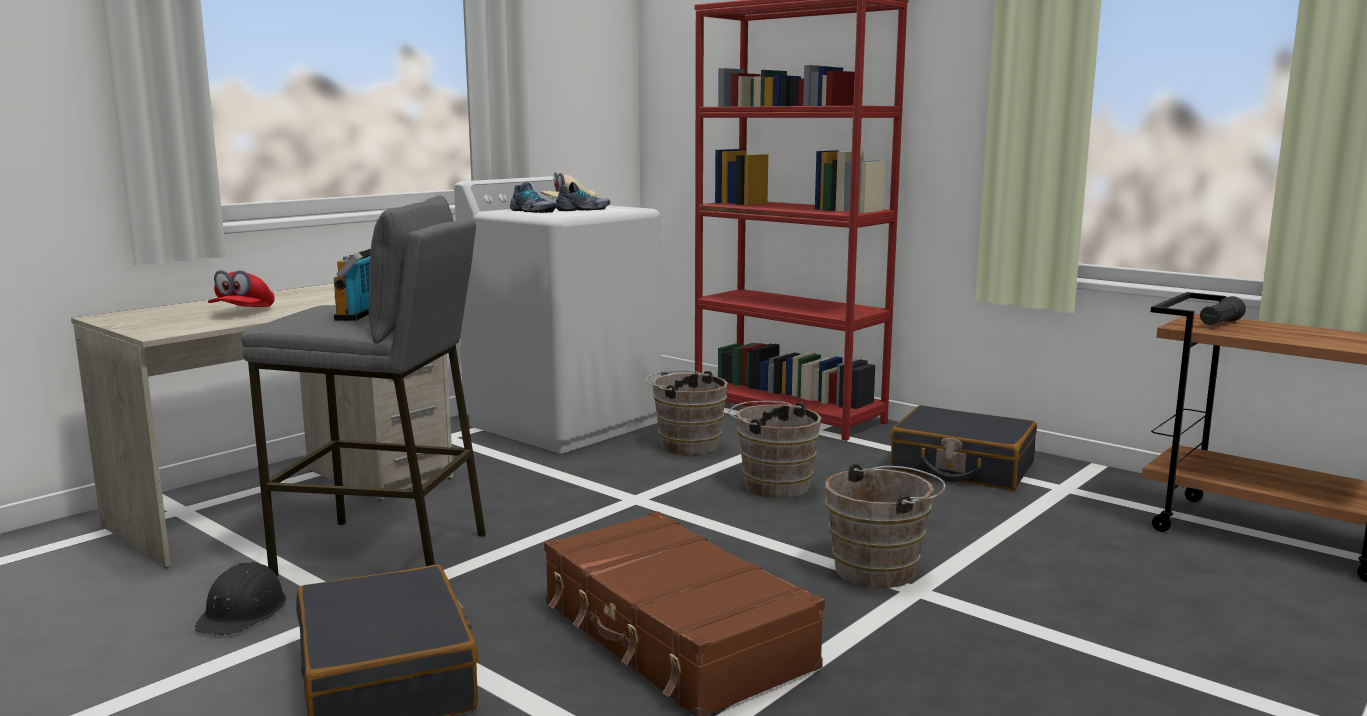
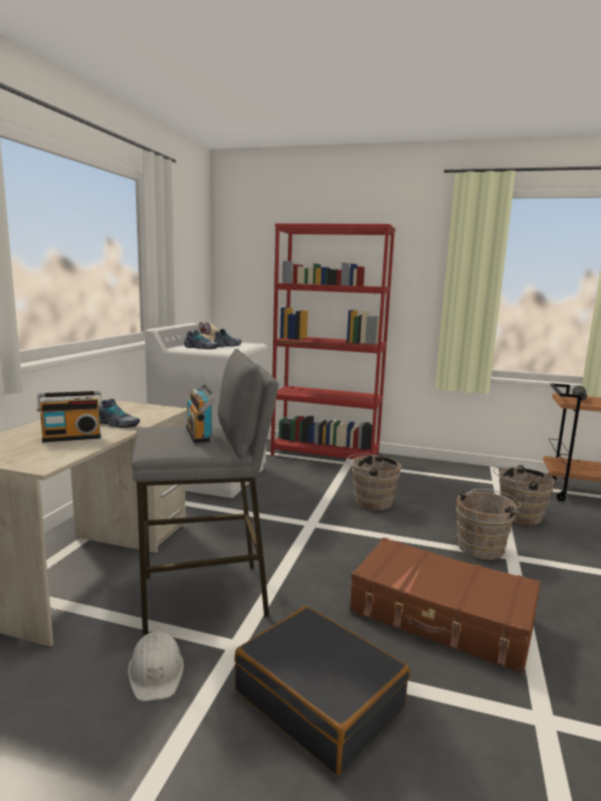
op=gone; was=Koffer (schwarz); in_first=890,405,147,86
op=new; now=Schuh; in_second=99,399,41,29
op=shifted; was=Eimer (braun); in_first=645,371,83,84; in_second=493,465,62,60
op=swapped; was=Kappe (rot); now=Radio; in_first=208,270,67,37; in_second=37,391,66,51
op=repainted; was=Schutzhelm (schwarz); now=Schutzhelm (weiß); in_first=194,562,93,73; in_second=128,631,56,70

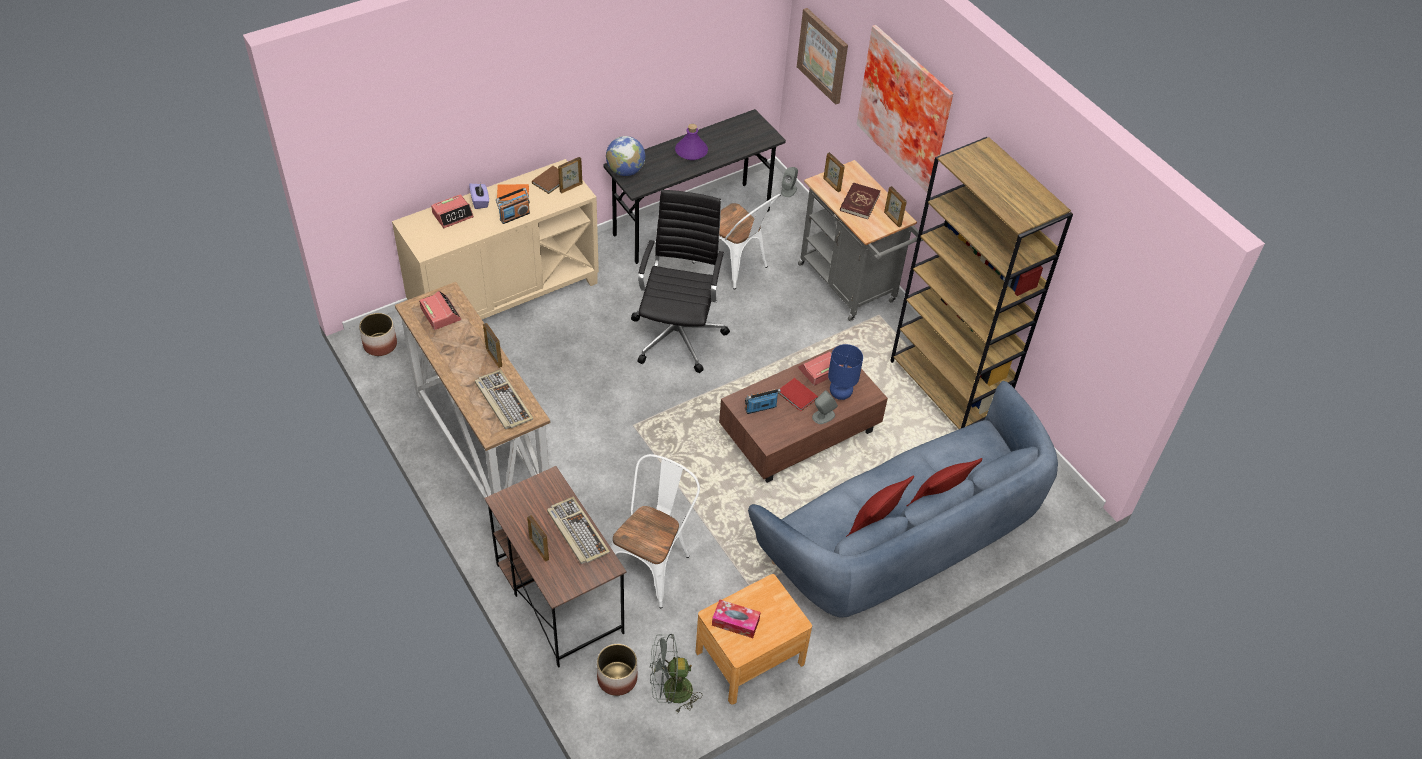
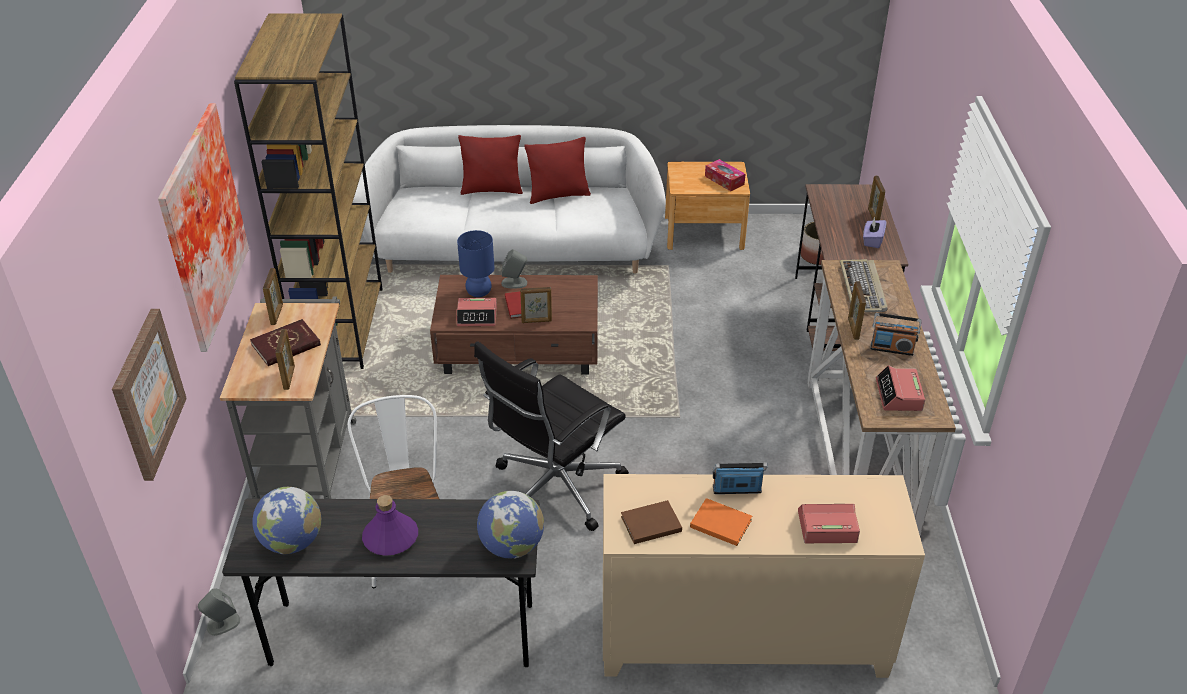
op=gone; was=Pflanzkübel; in_first=359,313,38,43
op=gone; was=Tastatur; in_first=547,497,63,67
op=gone; was=Stuhl (weiß); in_first=611,454,89,154
op=gone; was=Ventilator (grau); in_first=650,634,52,79
op=new; now=Globus; in_second=252,487,69,67
op=shifted; was=Taschentuchbox (lila); in_first=469,183,20,26; in_second=863,216,23,32
op=shifted; was=Bilderrahmen; in_first=558,157,25,37; in_second=520,287,32,36
op=shifted; was=Radio; in_first=745,389,36,25; in_second=870,313,52,43
op=repainted; was=Sofa (blau); now=Sofa (weiß); in_first=748,381,310,237; in_second=353,125,313,149

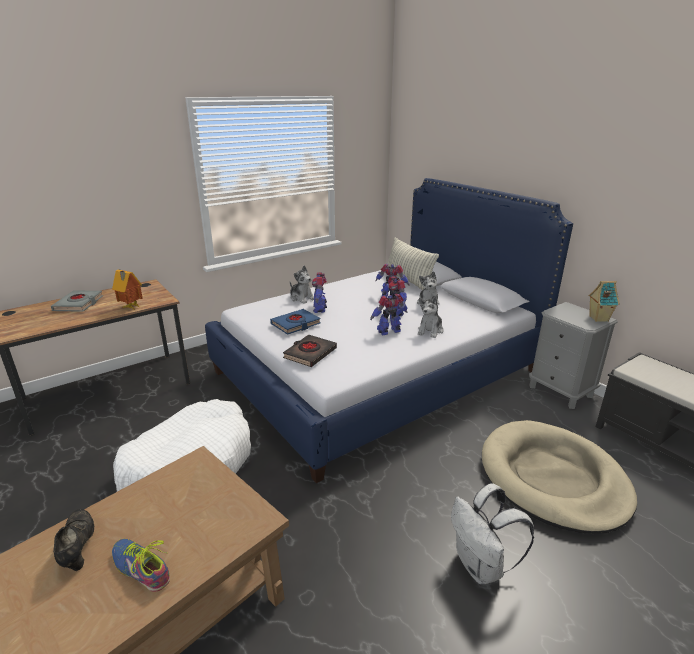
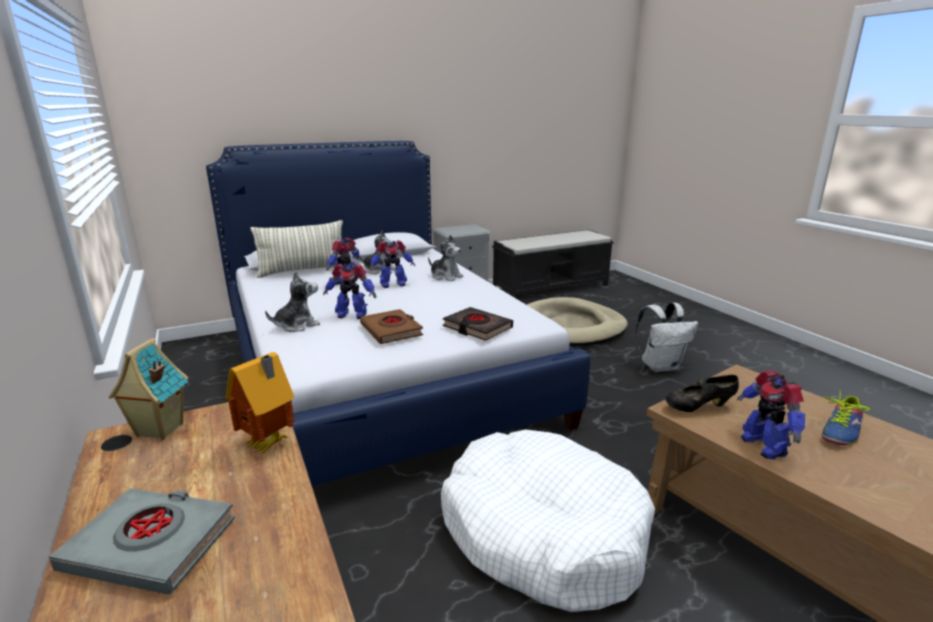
op=shifted; was=Schuh (schwarz); in_first=53,509,41,62; in_second=665,374,74,38
op=shifted; was=Spielzeugroboter; in_first=370,293,38,42; in_second=737,370,68,89
op=shifted; was=Spielzeughaus; in_first=588,281,32,41; in_second=108,338,81,102
op=repainted; was=Buch (blau); now=Buch (braun); in_first=270,309,51,26; in_second=360,309,63,35

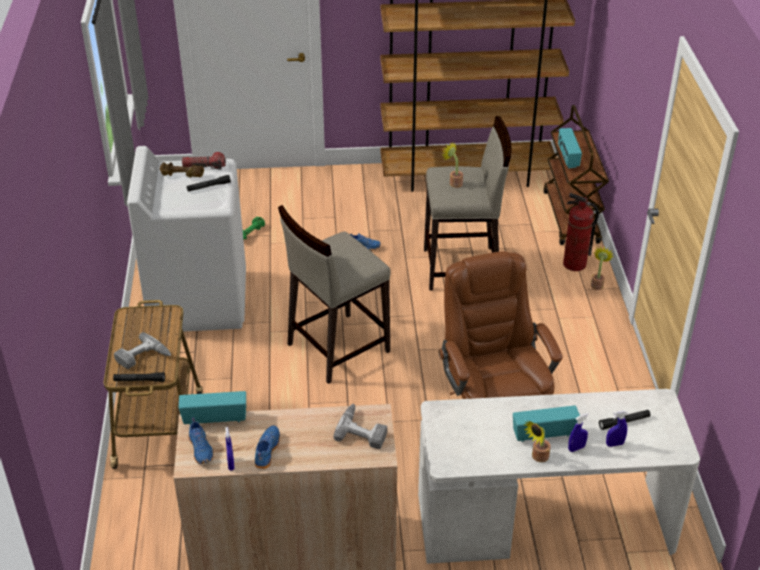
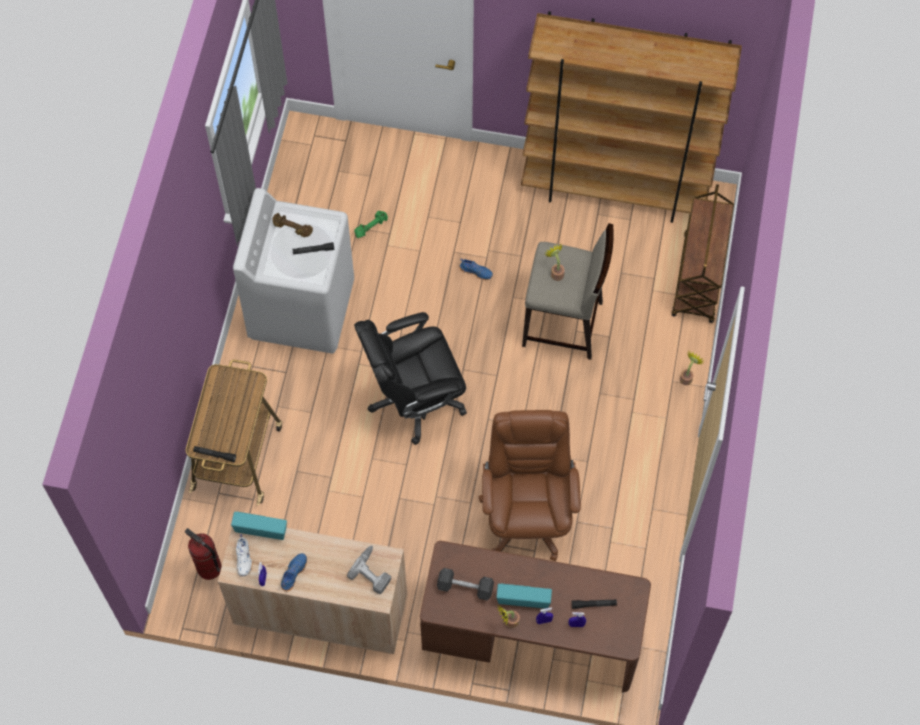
op=gone; was=Bohrmaschine; in_first=114,332,57,37
op=gone; was=Taschenlampe; in_first=182,152,44,18
op=gone; was=Radio; in_first=558,128,24,40
op=new; now=Hantel (schwarz); in_second=437,568,57,32
op=shifted; was=Feuerlöscher; in_first=563,193,36,78; in_second=185,528,37,52
op=swapped; was=Hocker (beige); now=Bürostuhl (schwarz); in_first=278,205,113,179; in_second=354,312,113,133
op=repainted; was=Schuh (blau); now=Schuh (weiß); in_first=188,417,26,47; in_second=236,534,16,42
op=repainted; was=Schreibtisch (weiß); now=Schreibtisch (braun); in_first=418,389,282,175; in_second=420,541,231,151

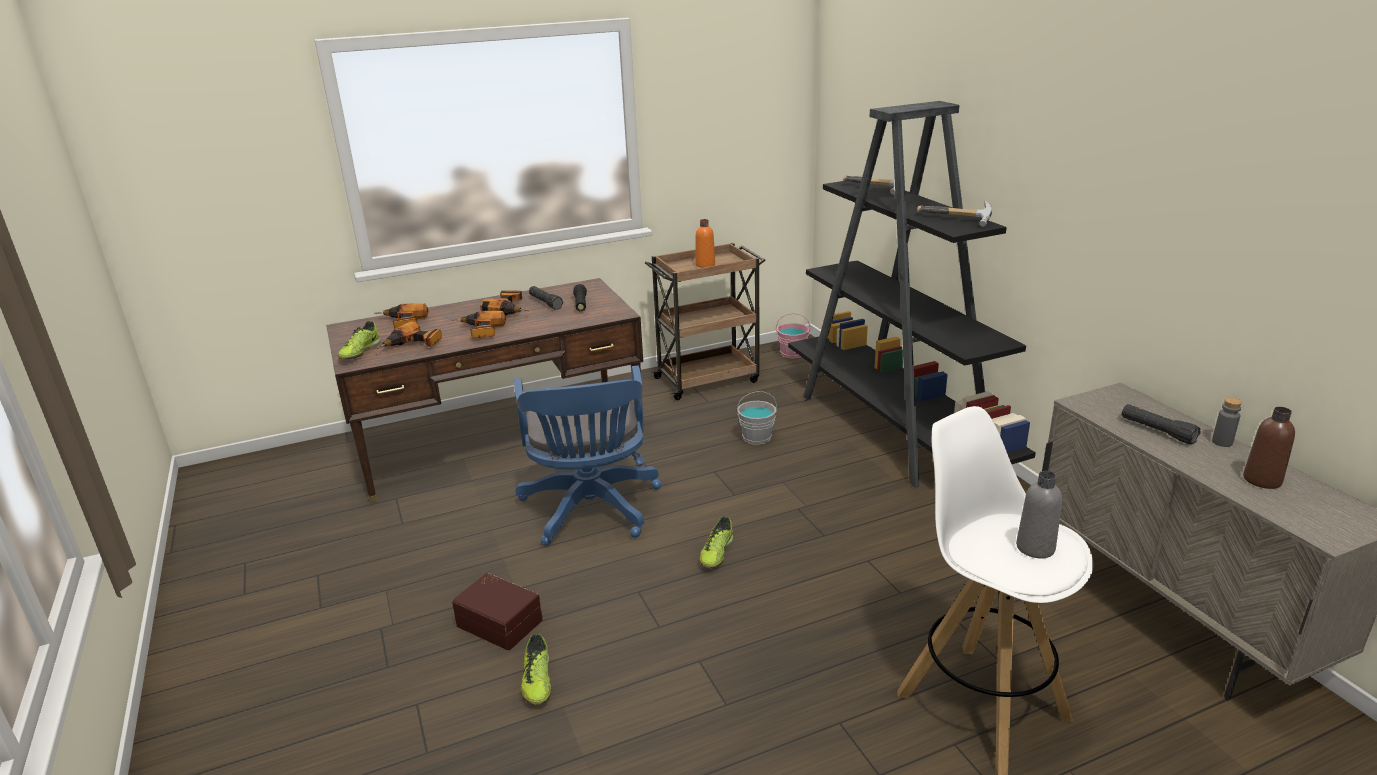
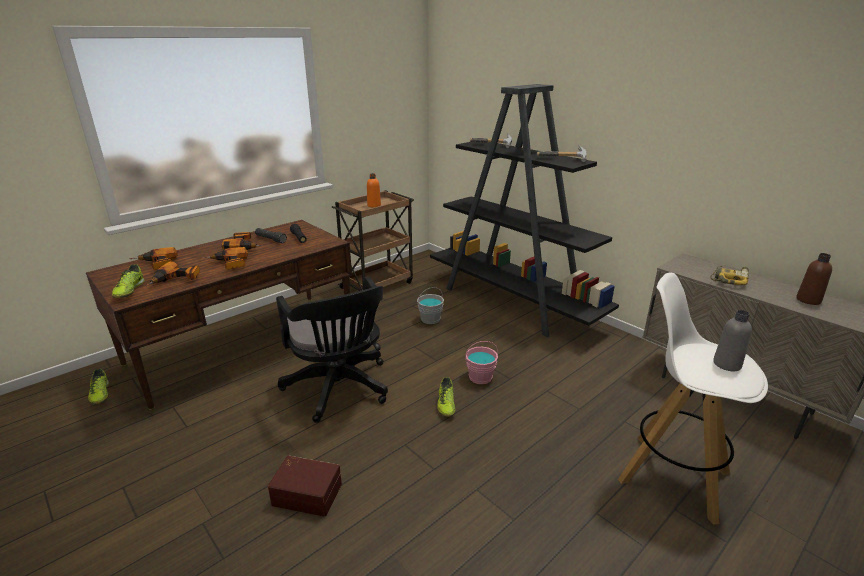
op=gone; was=Flasche (grau); in_first=1212,398,30,49
op=shifted; was=Schuh; in_first=521,634,30,71; in_second=88,369,21,35
op=shifted; was=Eimer (rosa); in_first=776,313,34,45; in_second=465,341,33,43
op=swapped; was=Taschenlampe (schwarz); now=Bohrmaschine; in_first=1122,404,79,40; in_second=711,266,38,19
op=repainted; was=Bürostuhl (blau); now=Bürostuhl (schwarz); in_first=514,366,147,180; in_second=276,276,112,147

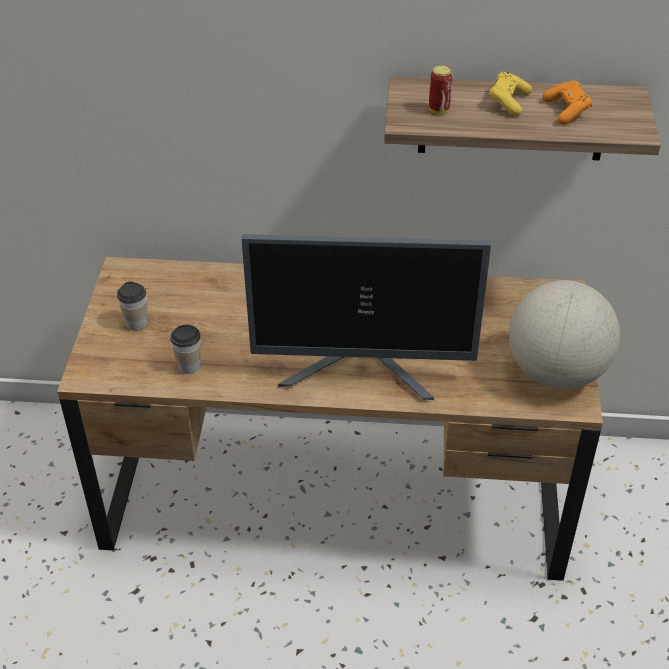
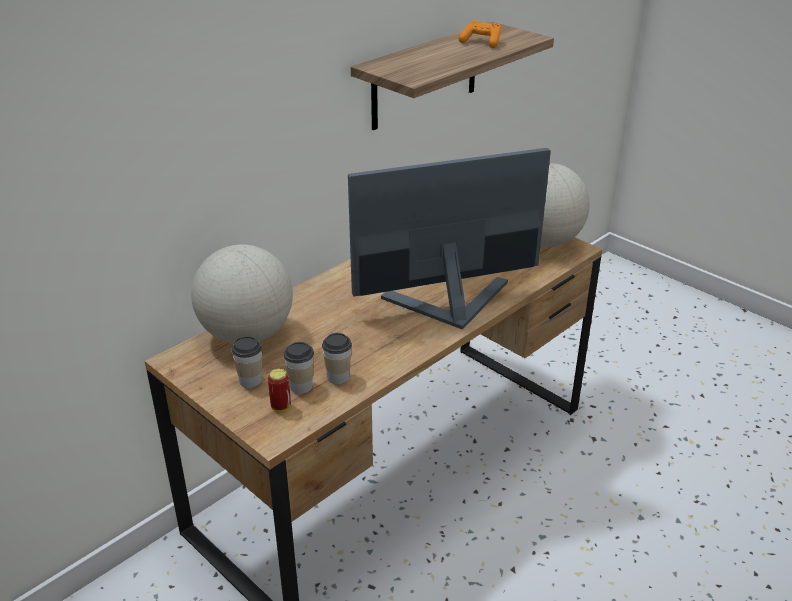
op=gone; was=Gamepad (gelb); in_first=488,72,44,44
op=new; now=Globus; in_second=191,244,102,100
op=new; now=Tasse; in_second=284,342,30,52
op=shifted; was=Dose; in_first=429,66,23,48; in_second=268,369,23,43
op=rotated; was=Monitor; in_first=242,234,249,166; in_second=348,148,203,182; clockwise=-150

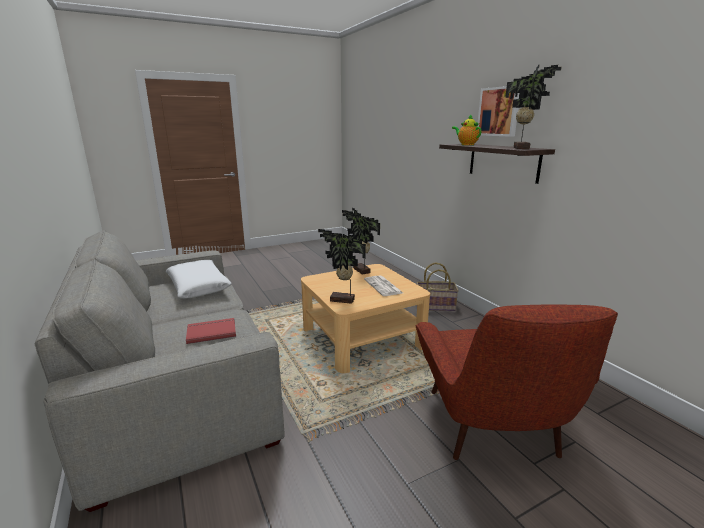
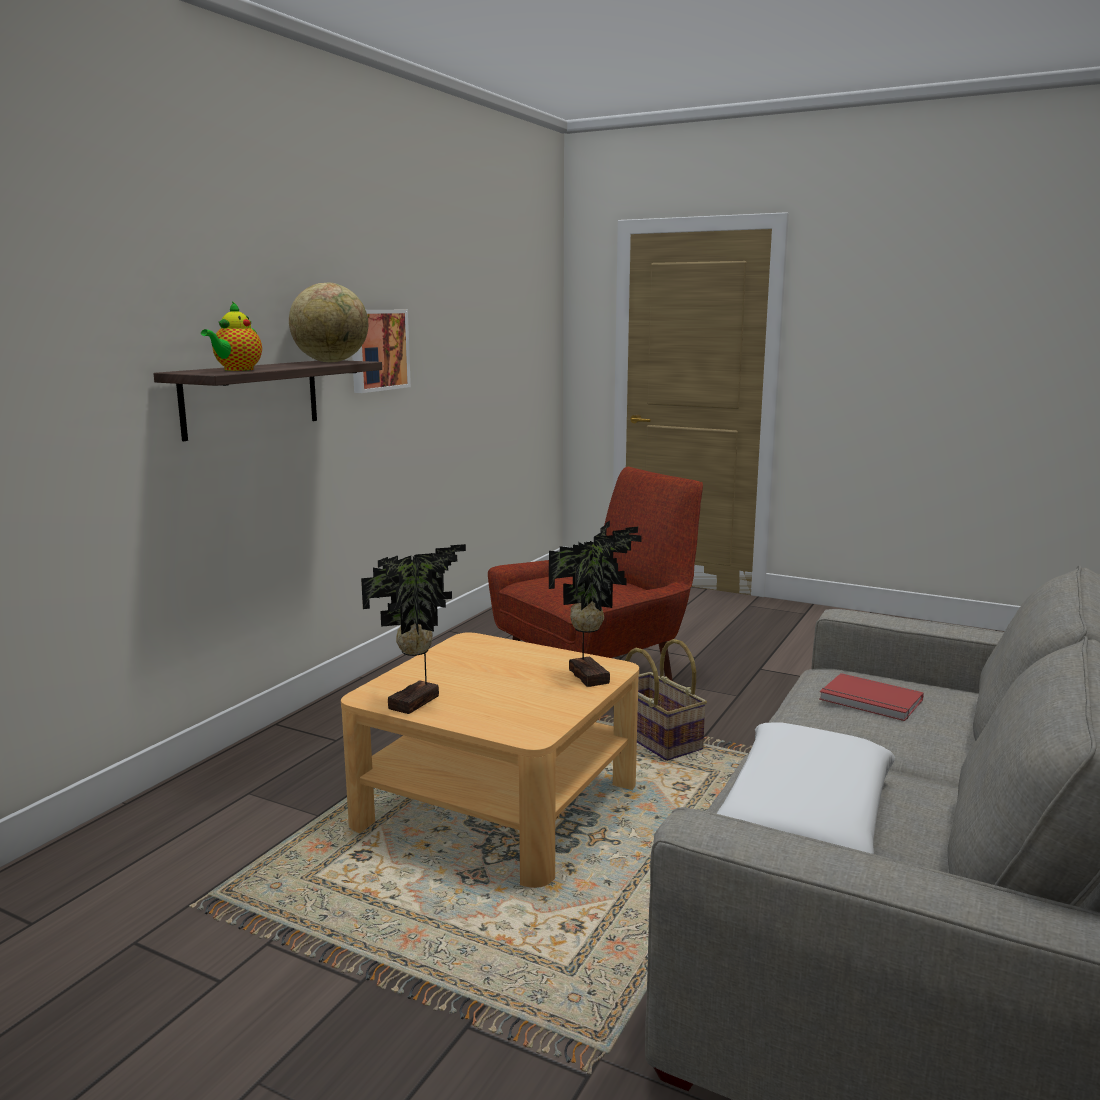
op=gone; was=Zeitung; in_first=364,275,39,21
op=shifted; was=Korb; in_first=416,262,43,49; in_second=613,639,94,122
op=shifted; was=Bild; in_first=477,86,42,51; in_second=352,310,59,83
op=swapped; was=Topfpflanze; now=Globus; in_first=505,64,57,85; in_second=289,282,79,80

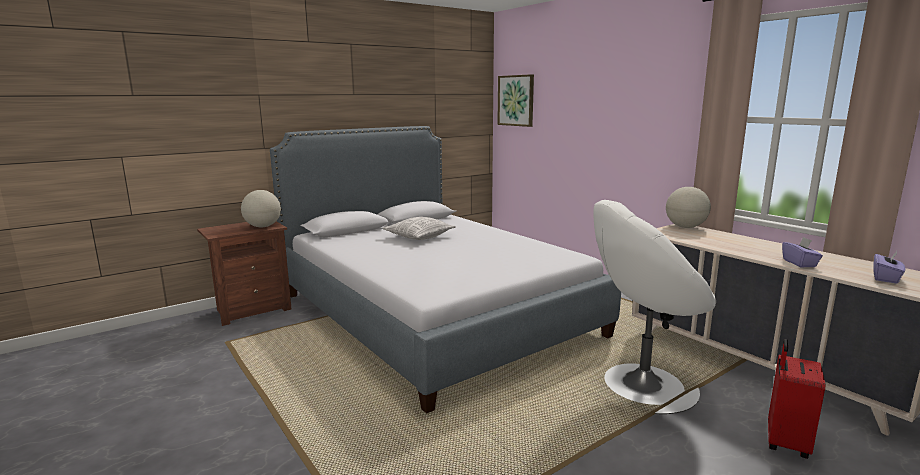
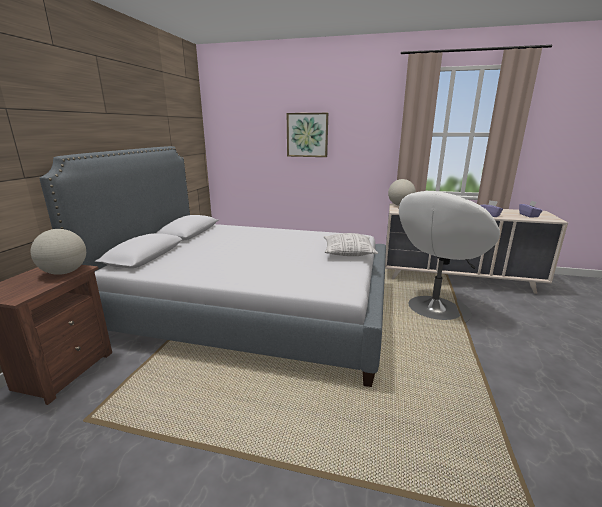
op=gone; was=Koffer (rot); in_first=768,339,57,120
op=shifted; was=Kissen; in_first=383,217,73,23; in_second=324,233,54,23
op=shifted; was=Bild; in_first=497,74,37,53; in_second=287,113,41,44

